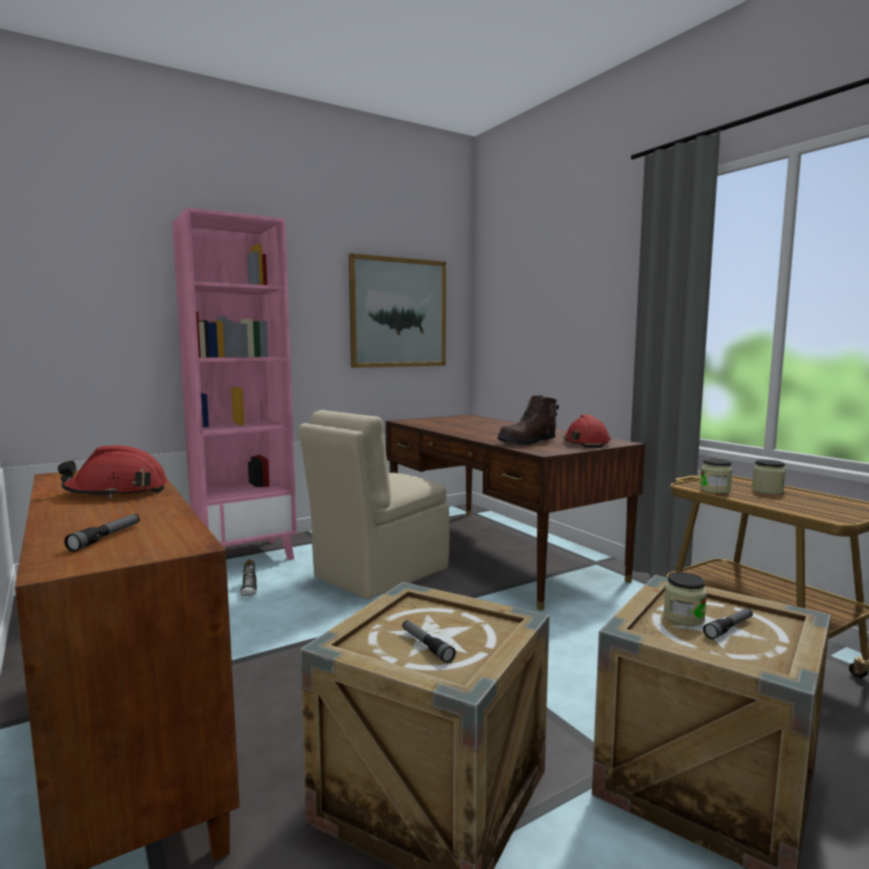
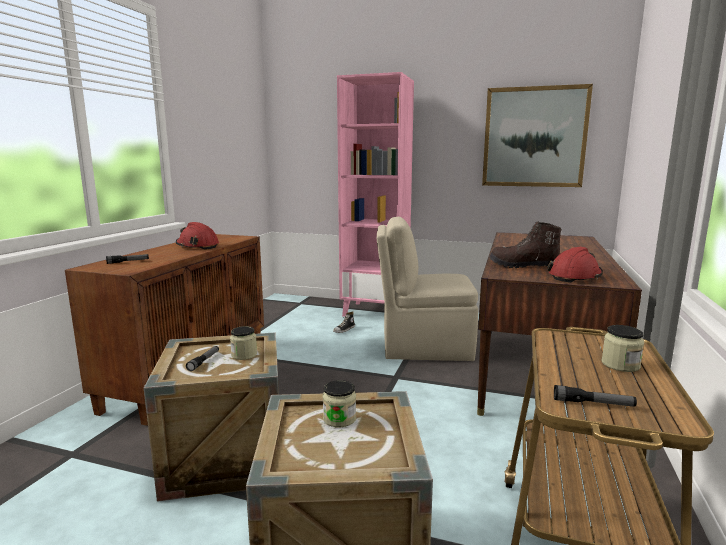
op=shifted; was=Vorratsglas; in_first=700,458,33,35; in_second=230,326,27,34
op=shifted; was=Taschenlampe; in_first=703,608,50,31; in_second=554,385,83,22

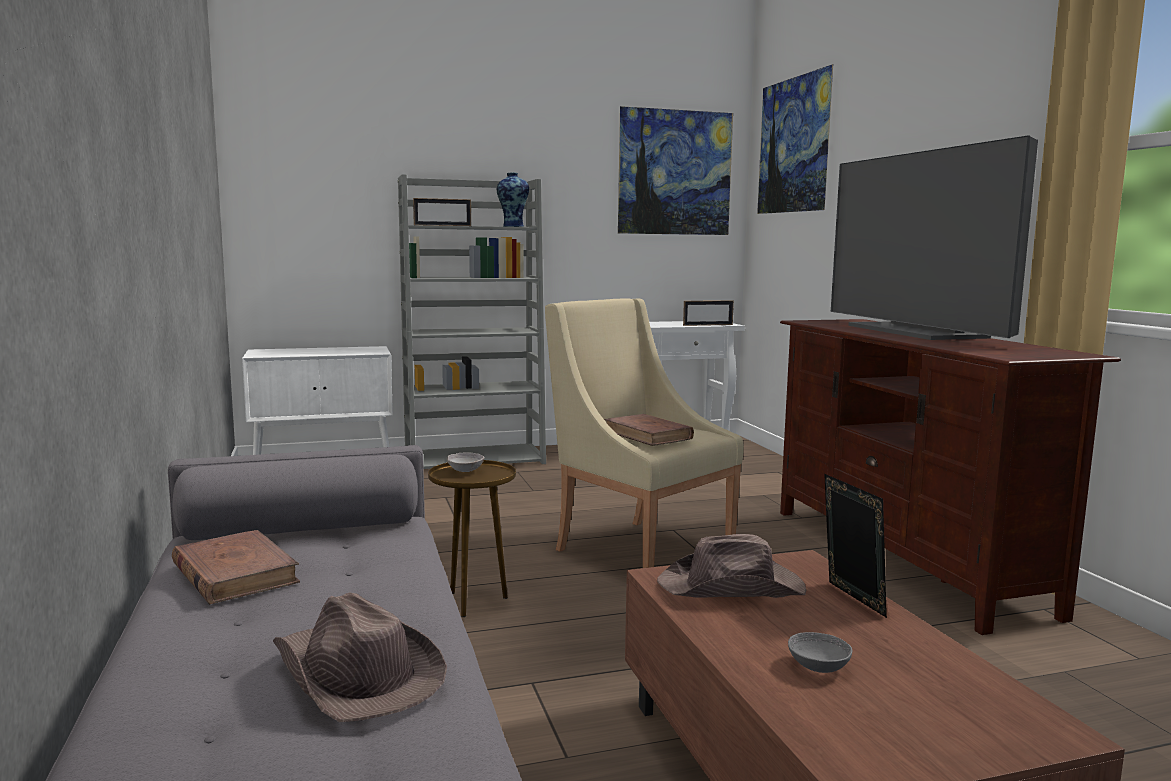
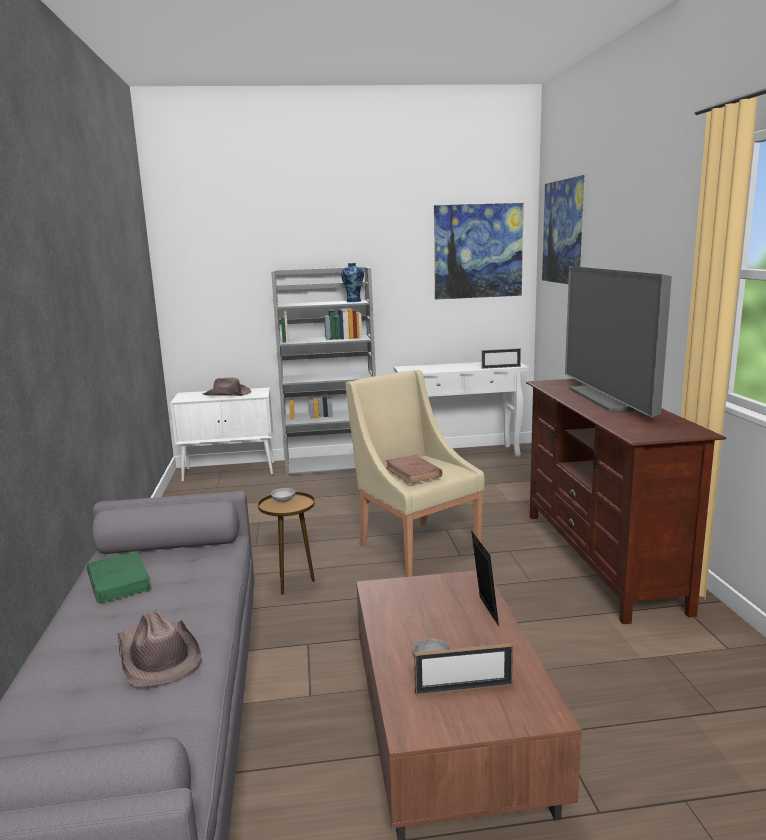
op=shifted; was=Bilderrahmen; in_first=413,198,58,28; in_second=414,643,99,52
op=shifted; was=Hut (braun); in_first=657,534,149,64; in_second=203,378,48,18
op=repainted; was=Buch (braun); now=Buch (grün); in_first=172,530,128,74; in_second=87,552,65,51

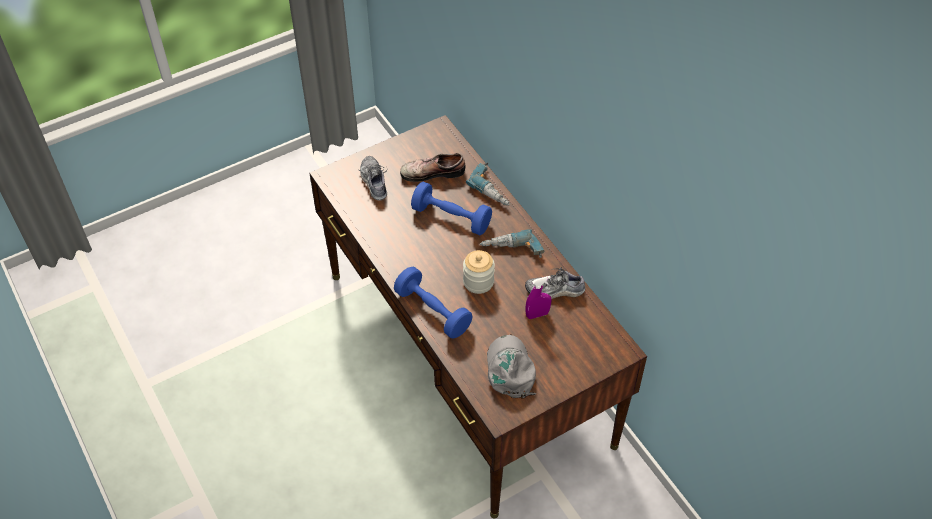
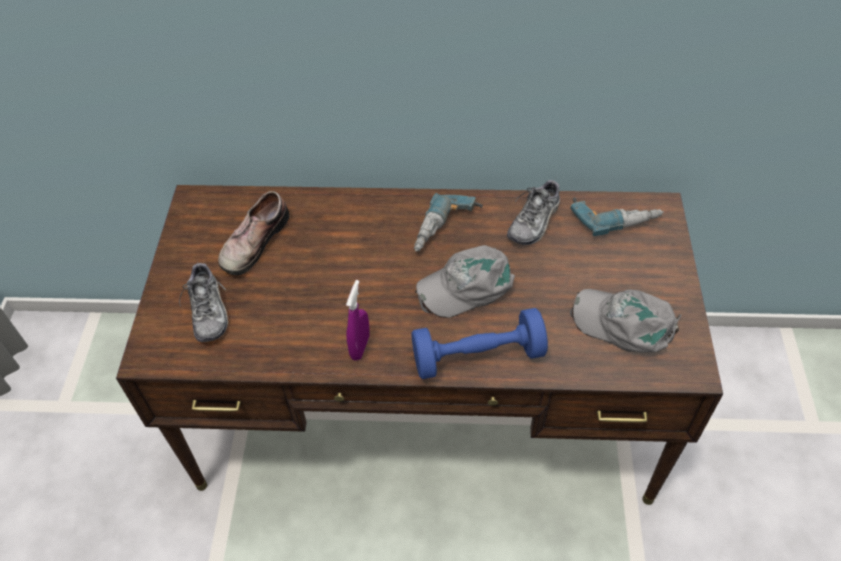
op=gone; was=Hantel (blau); in_first=411,181,81,54
op=shifted; was=Bohrmaschine; in_first=466,162,44,44; in_second=570,198,94,38
op=shifted; was=Sprühflasche (lila); in_first=526,276,25,43; in_second=346,280,24,80
op=swapped; was=Vorratsglas; now=Kappe (grau); in_first=463,250,32,44; in_second=415,245,100,73
op=rotated; was=Schuh; in_first=359,156,28,44; in_second=179,258,49,84; clockwise=-120

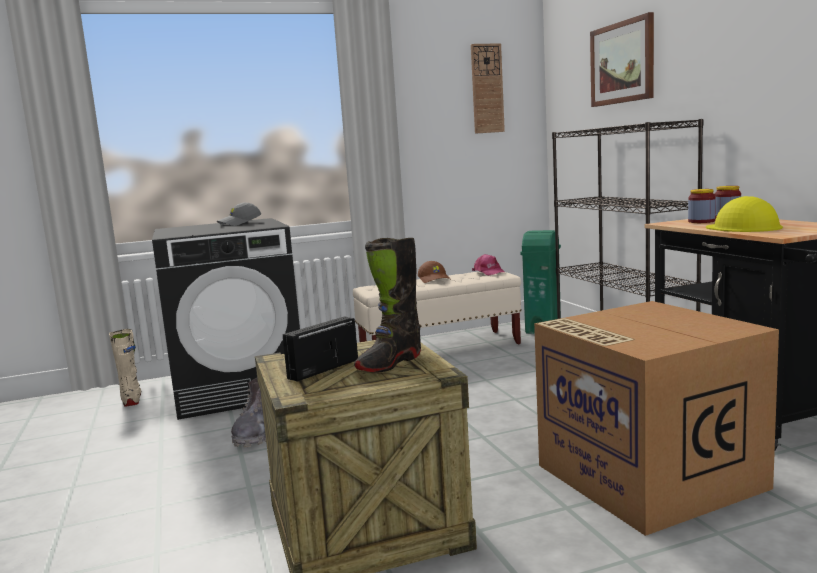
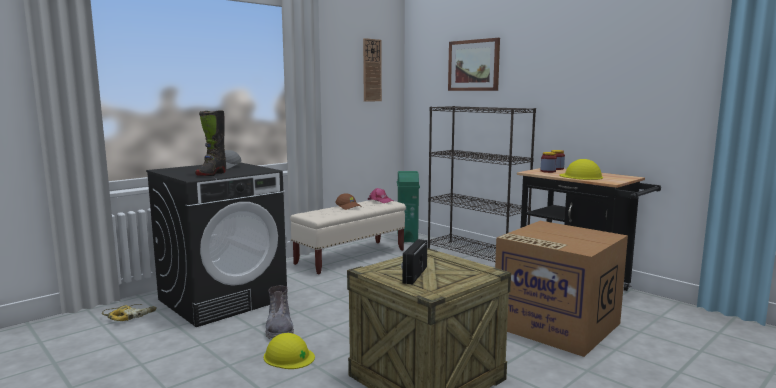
op=new; now=Schutzhelm (gelb); in_second=264,333,51,36
op=shifted; was=Stiefel (schwarz); in_first=354,238,67,134; in_second=195,110,31,66
op=swapped; was=Stiefel (beige); now=Bohrmaschine; in_first=109,329,32,78; in_second=102,304,55,17

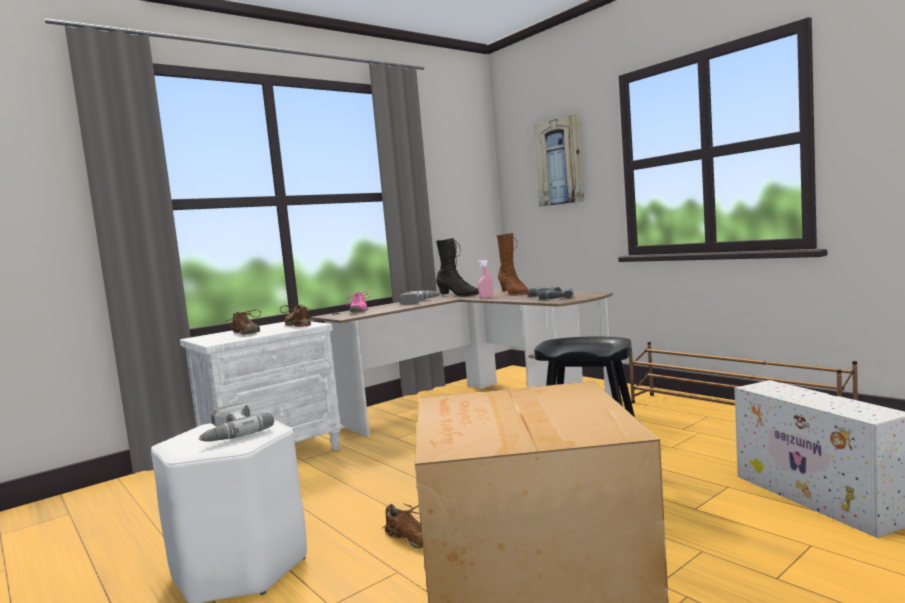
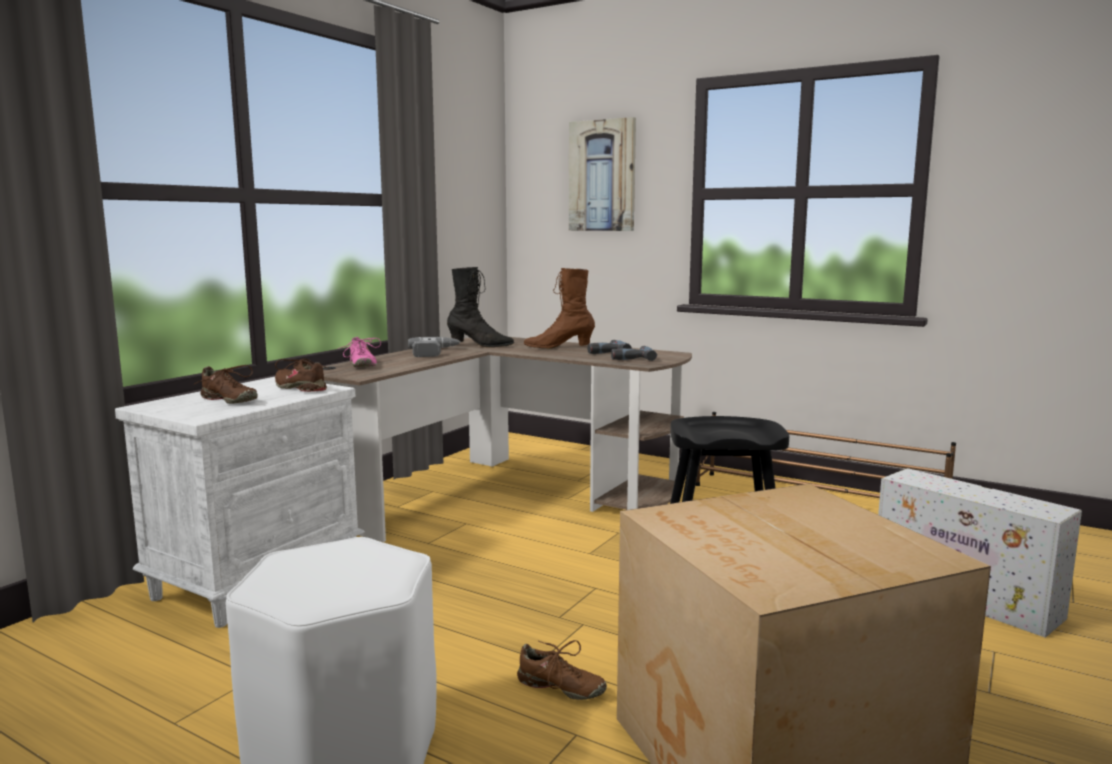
op=gone; was=Bohrmaschine; in_first=198,402,76,39
op=gone; was=Sprühflasche (rosa); in_first=478,260,15,38
op=rotated; was=Stiefel (braun); in_first=497,233,31,63; in_second=524,268,71,80; clockwise=135

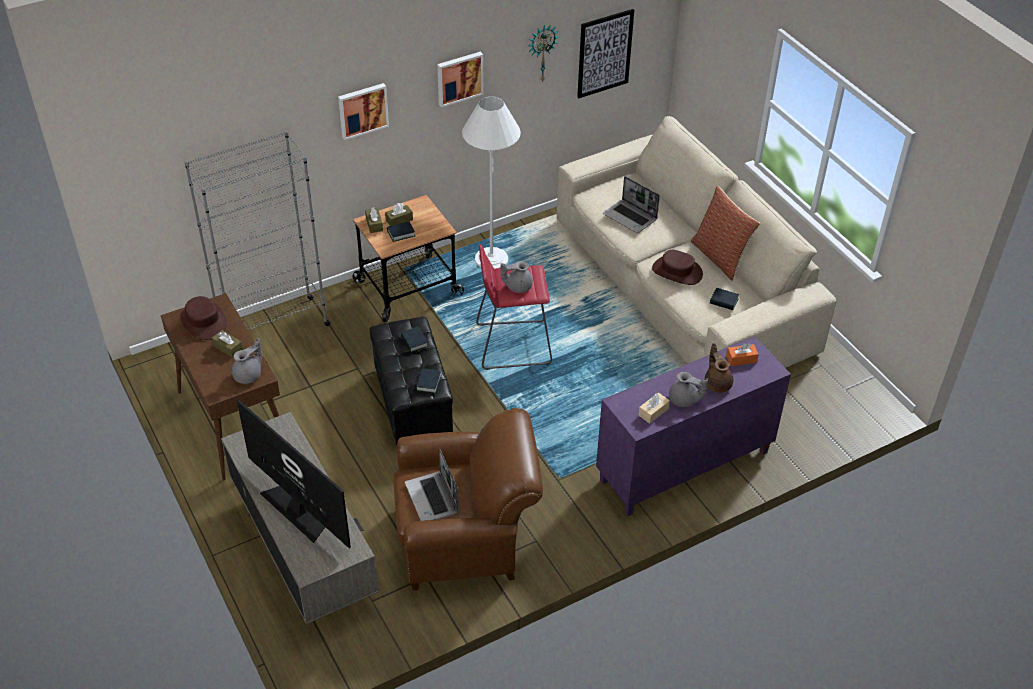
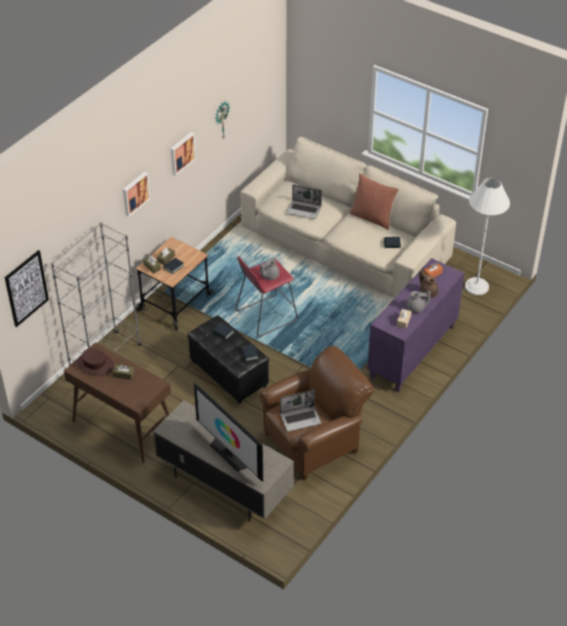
op=gone; was=Teekanne (grau); in_first=232,338,30,46
op=gone; was=Hut (braun); in_first=652,250,51,35
op=shifted; was=Stehlampe (weiß); in_first=462,96,59,173; in_second=465,178,45,117
op=shifted; was=Bild; in_first=577,9,57,89; in_second=5,250,44,77
op=rotated; was=Fernseher; in_first=237,400,114,149; in_second=194,382,69,100; clockwise=-150
op=rotated; was=Laptop; in_first=405,448,54,73; in_second=280,390,42,42; clockwise=-60

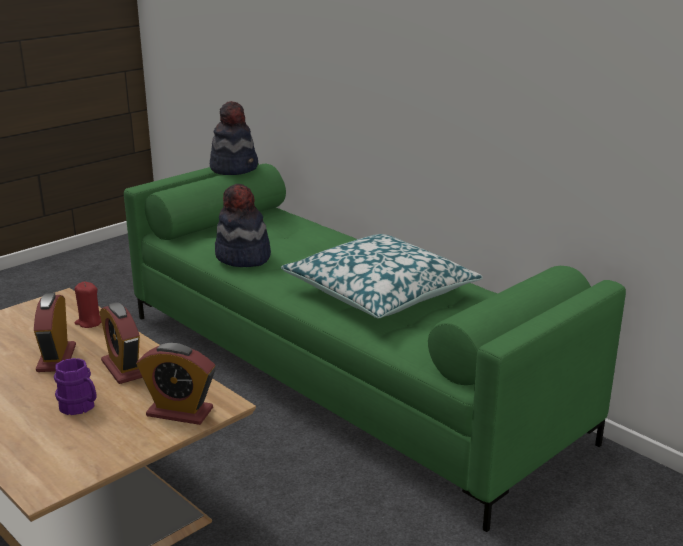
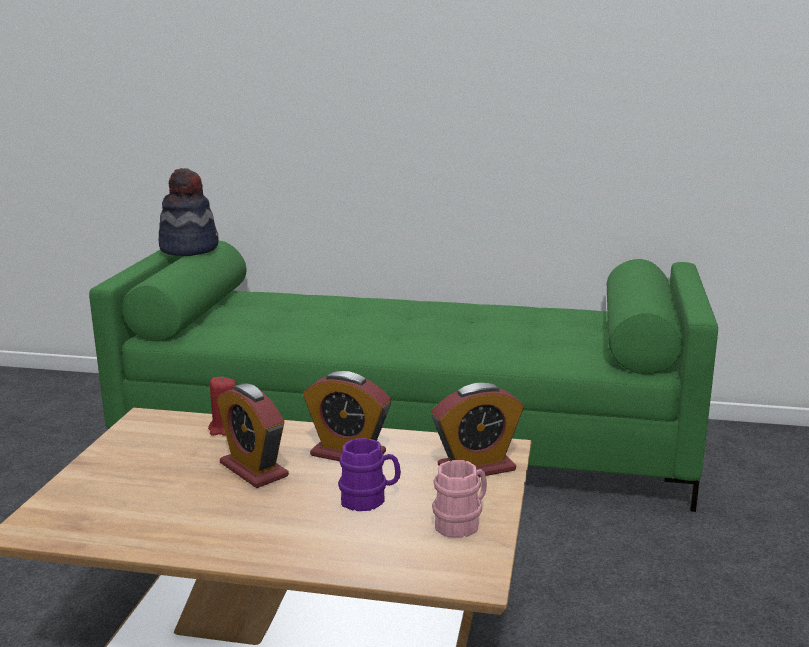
op=gone; was=Hut; in_first=215,184,56,83
op=gone; was=Kissen; in_first=281,234,202,84
op=new; now=Henkelbecher (rosa); in_second=432,460,55,78

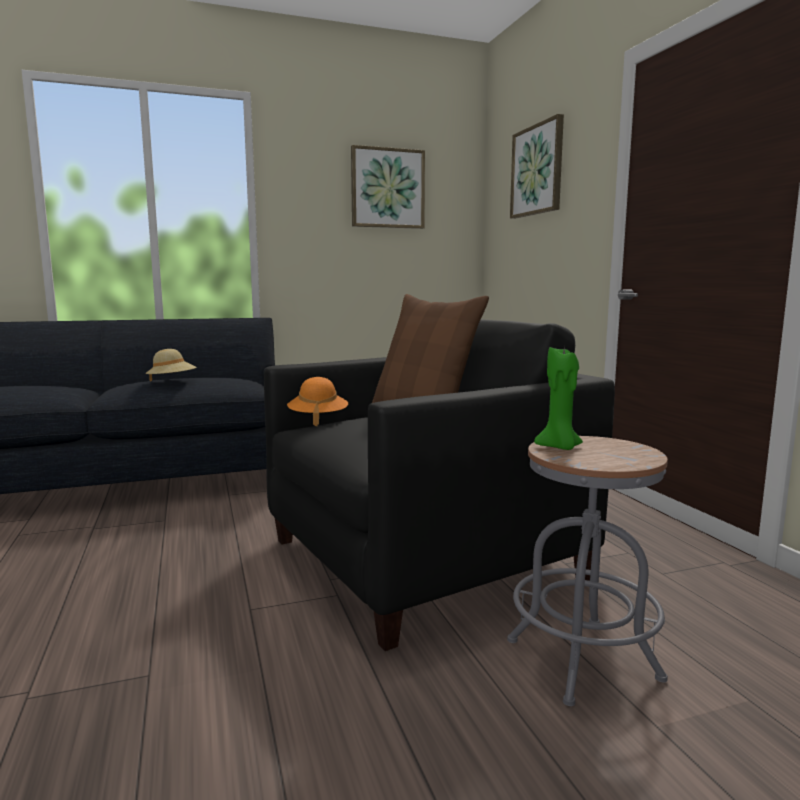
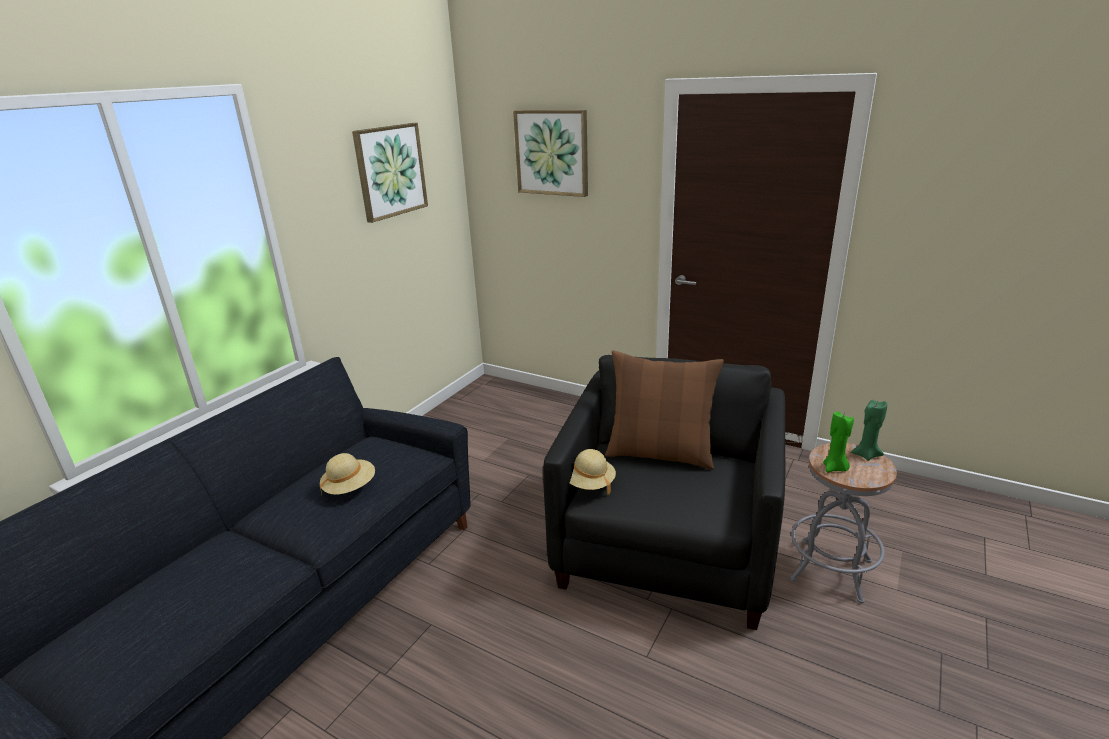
op=new; now=Kerze (grün); in_second=851,400,36,61
op=repainted; was=Hut (orange); now=Hut (beige); in_first=287,377,61,49; in_second=570,449,46,46

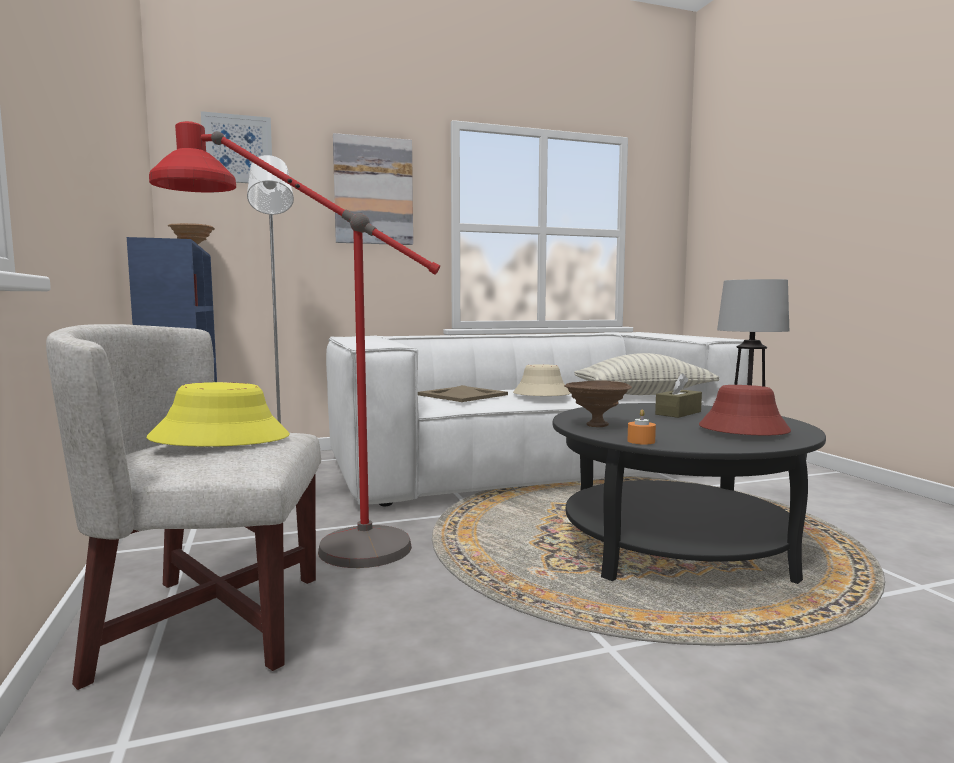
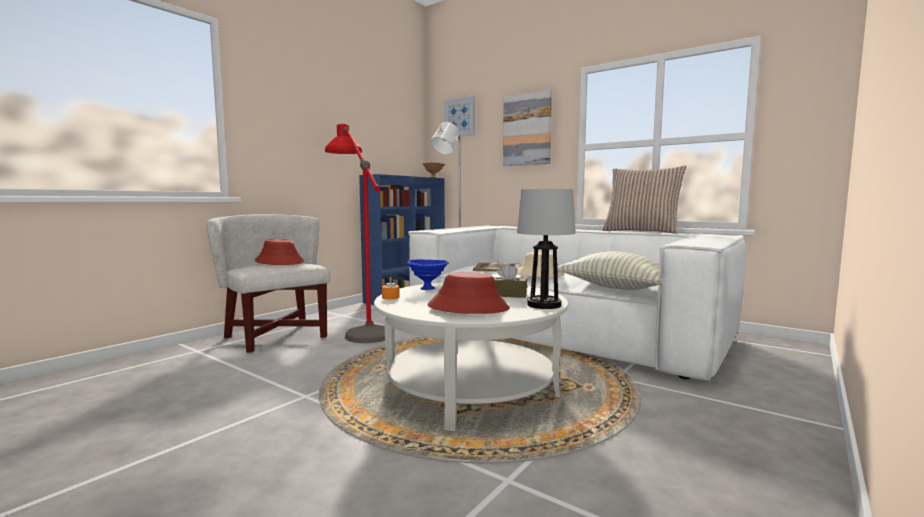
op=new; now=Kissen; in_second=603,166,83,68
op=repainted; was=Hut (gelb); now=Hut (rot); in_first=147,382,143,65; in_second=255,239,49,26
op=repainted; was=Couchtisch (schwarz); now=Couchtisch (weiß); in_first=553,403,273,181; in_second=374,283,194,148
op=repainted; was=Schüssel (braun); now=Schüssel (blau); in_first=564,380,68,47; in_second=406,260,43,30

